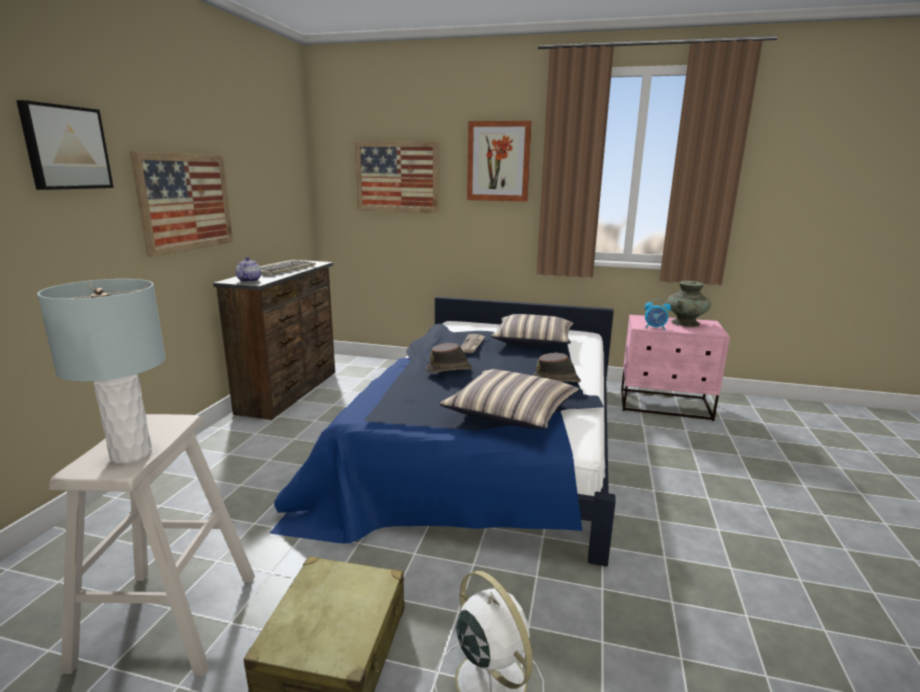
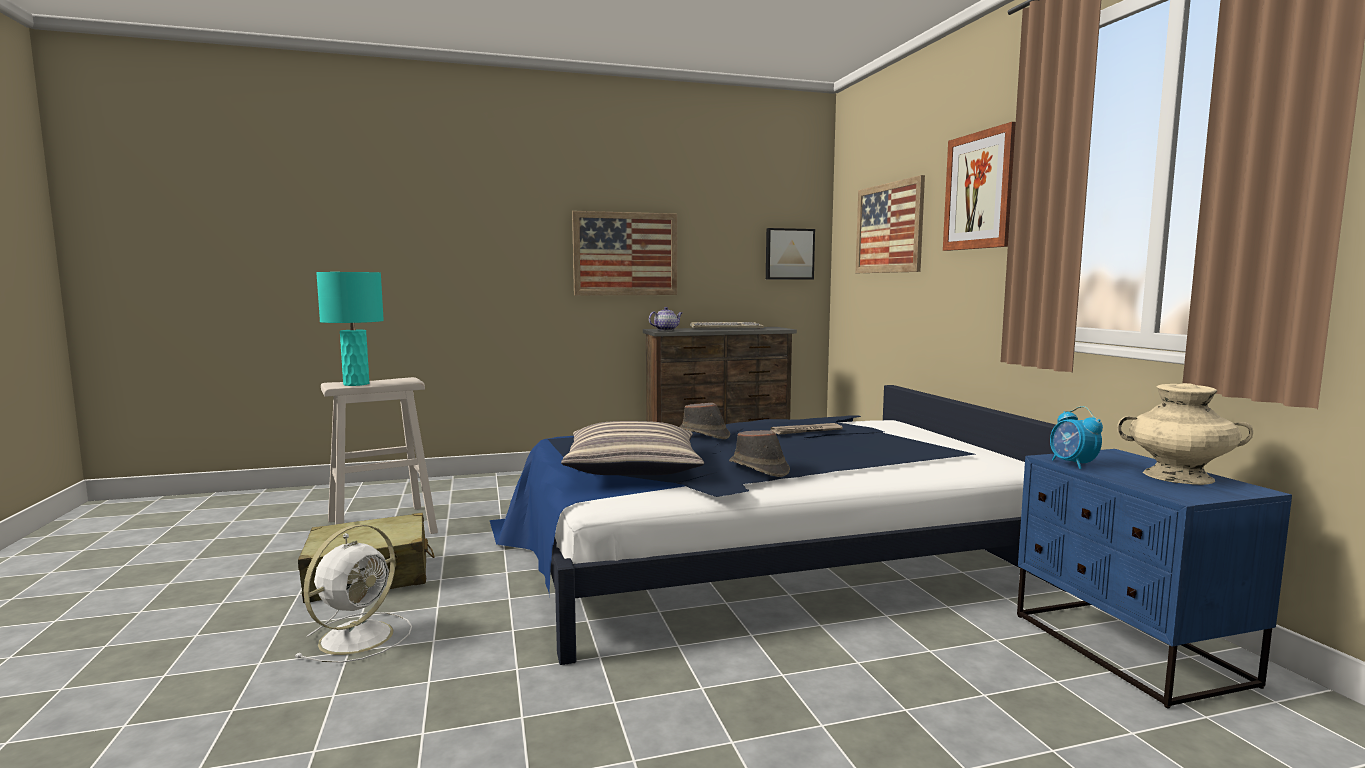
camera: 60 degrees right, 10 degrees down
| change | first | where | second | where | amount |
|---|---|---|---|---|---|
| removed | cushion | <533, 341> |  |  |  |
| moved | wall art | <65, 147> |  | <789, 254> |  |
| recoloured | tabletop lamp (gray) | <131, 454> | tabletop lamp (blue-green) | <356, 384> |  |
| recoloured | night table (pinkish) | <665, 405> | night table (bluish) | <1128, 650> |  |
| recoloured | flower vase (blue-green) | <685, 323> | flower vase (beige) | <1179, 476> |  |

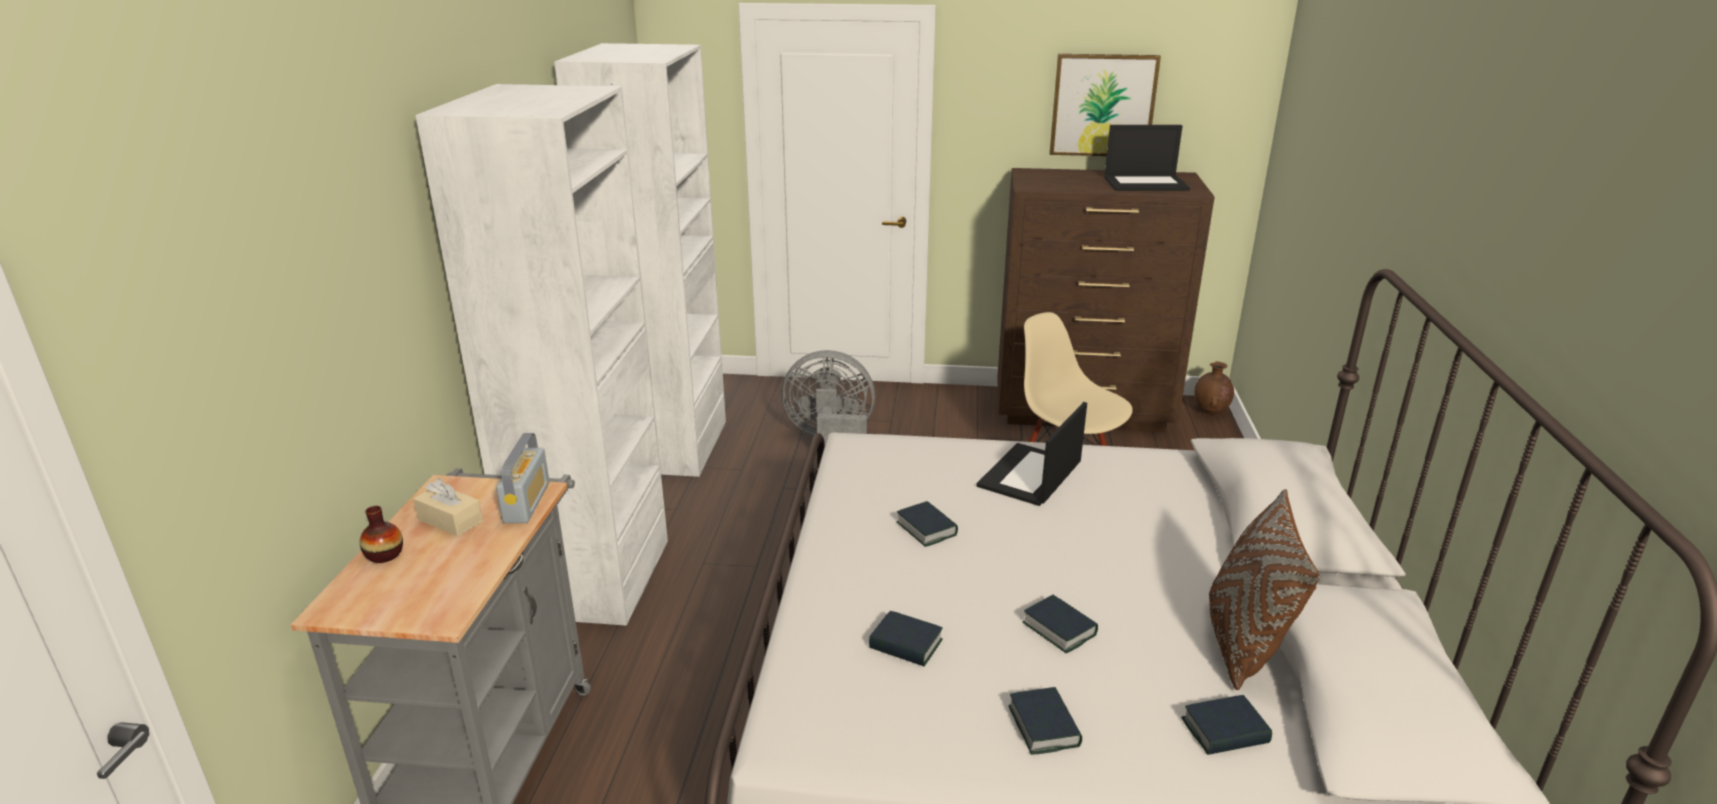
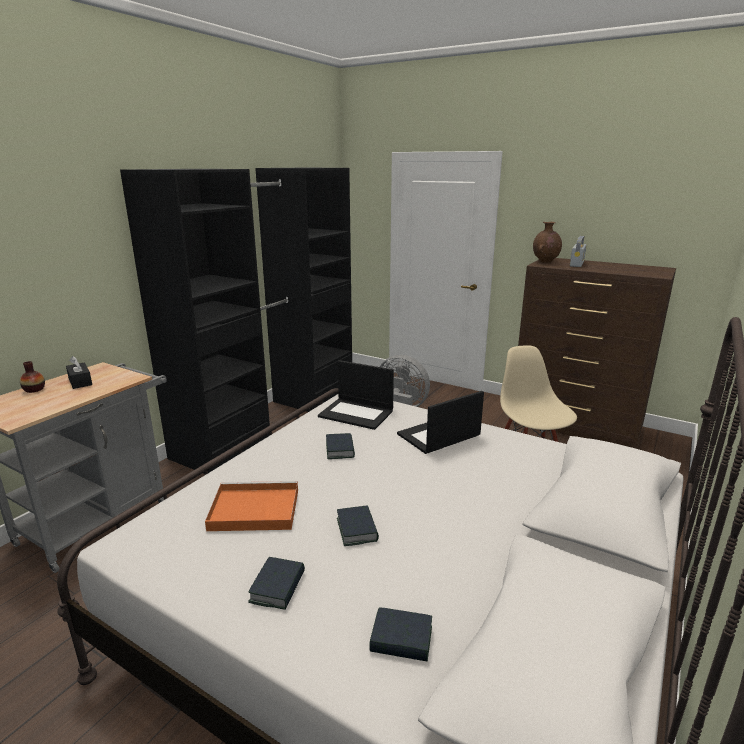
camera: 25 degrees right, 5 degrees down
| change | first | where | second | where | amount |
|---|---|---|---|---|---|
| removed | wall art | <1103, 105> |  |  |  |
| removed | cushion (brown) | <1242, 643> |  |  |  |
| moved | radio receiver | <527, 502> |  | <576, 264> |  |
| moved | laptop | <1146, 183> |  | <357, 413> |  |
| moved | flower vase (brown) | <1210, 412> |  | <545, 262> |  |
| replaced | bound book | <906, 645> | carrying tray (orangey) | <252, 510> |  |
| recoloured | tissue holder (beige) | <450, 520> | tissue holder (black) | <80, 381> |  |
| recoloured | clothes cupboard (white) | <636, 503> | clothes cupboard (black) | <272, 419> |  |

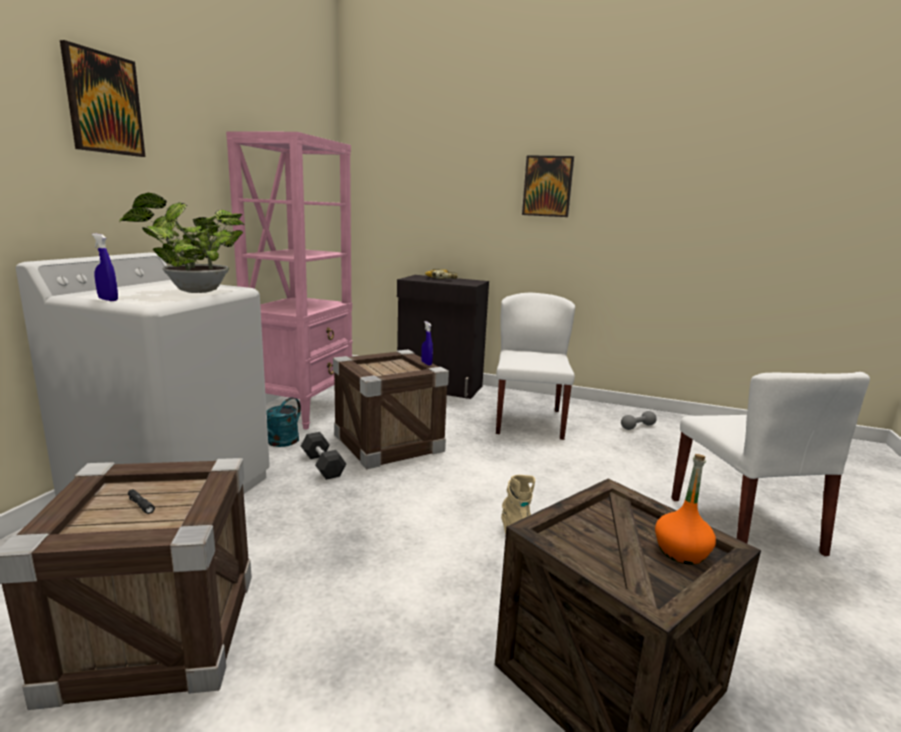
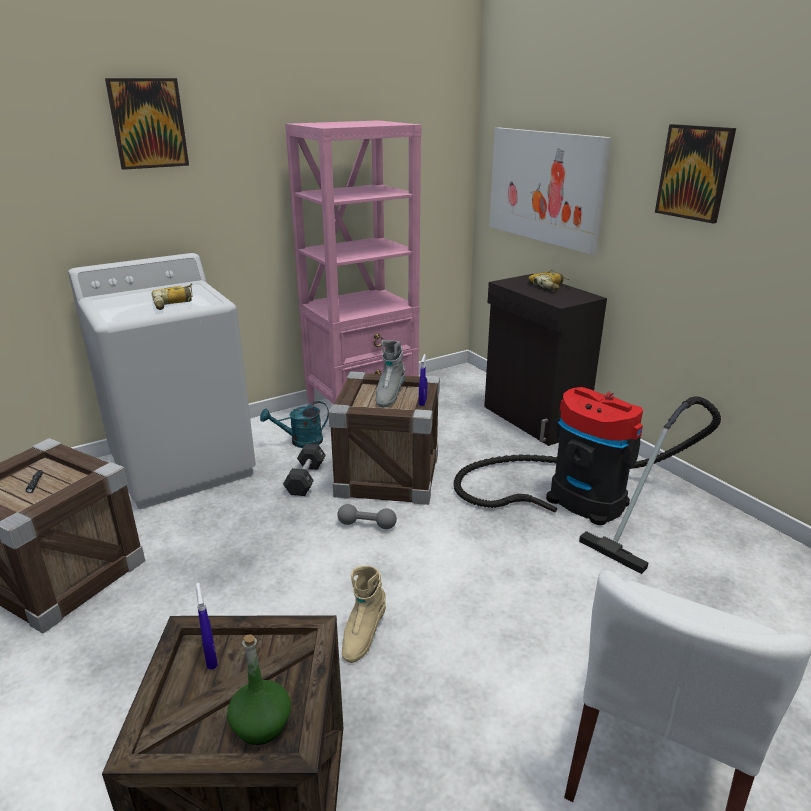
camera: 40 degrees right, 10 degrees up
| change | first | where | second | where | amount |
|---|---|---|---|---|---|
| added |  |  | boot (gray) | <389, 396> |  |
| added |  |  | wall art | <545, 187> |  |
| moved | spray bottle (bluish) | <108, 300> |  | <211, 658> |  |
| moved | free weight (gray) | <637, 427> |  | <367, 525> |  |
| replaced | potted plant | <193, 291> | electric drill | <175, 303> |  |
| replaced | chair (white) | <528, 421> | vacuum cleaner | <577, 499> |  |
| recoloured | drink bottle (orangey) | <681, 551> | drink bottle (green-coloured) | <261, 724> |  |

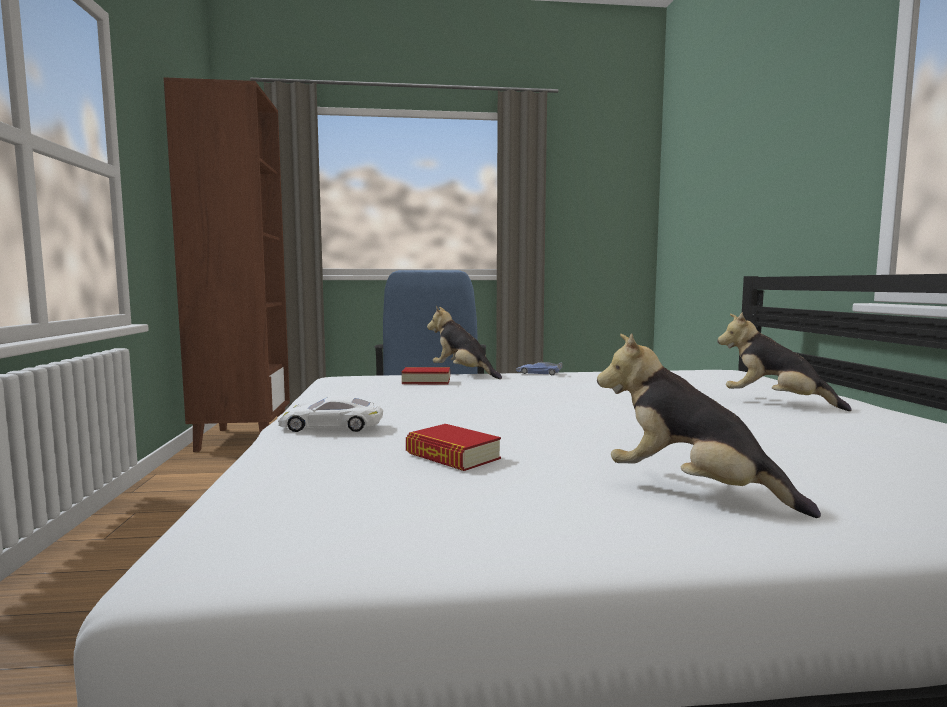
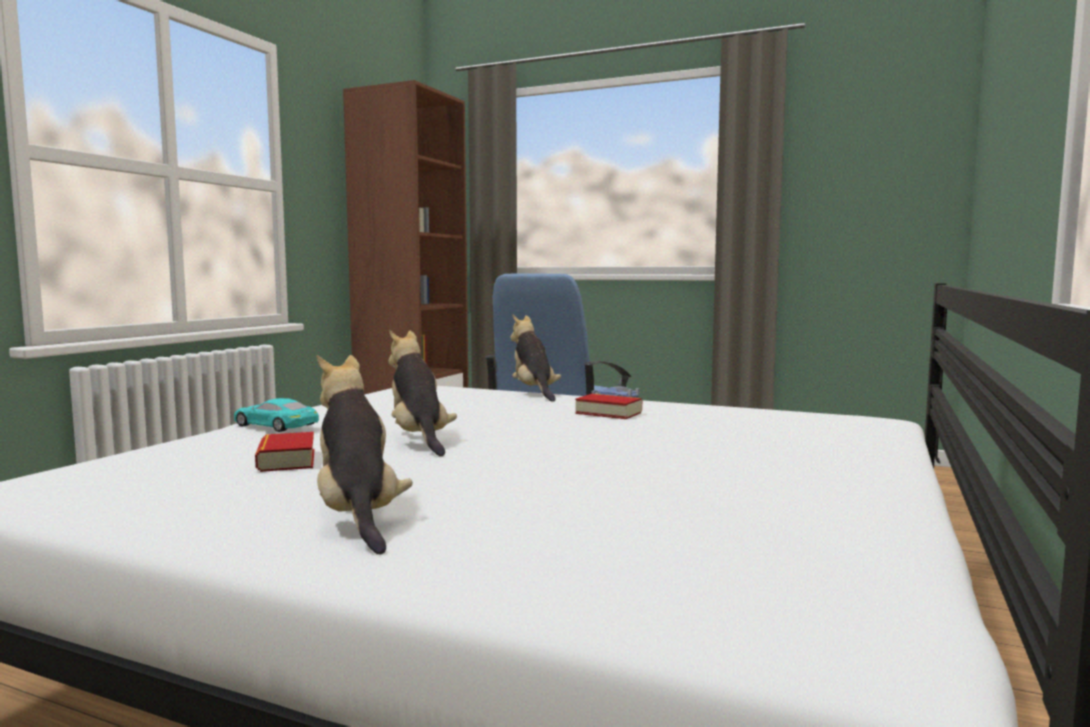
camera: 30 degrees right, 0 degrees up
| change | first | where | second | where | amount |
|---|---|---|---|---|---|
| moved | bound book | <426, 381> |  | <608, 413> |  |
| moved | cuddly toy | <775, 403> |  | <419, 439> |  |
| recoloured | model car (white) | <331, 426> | model car (blue-green) | <276, 425> |  |

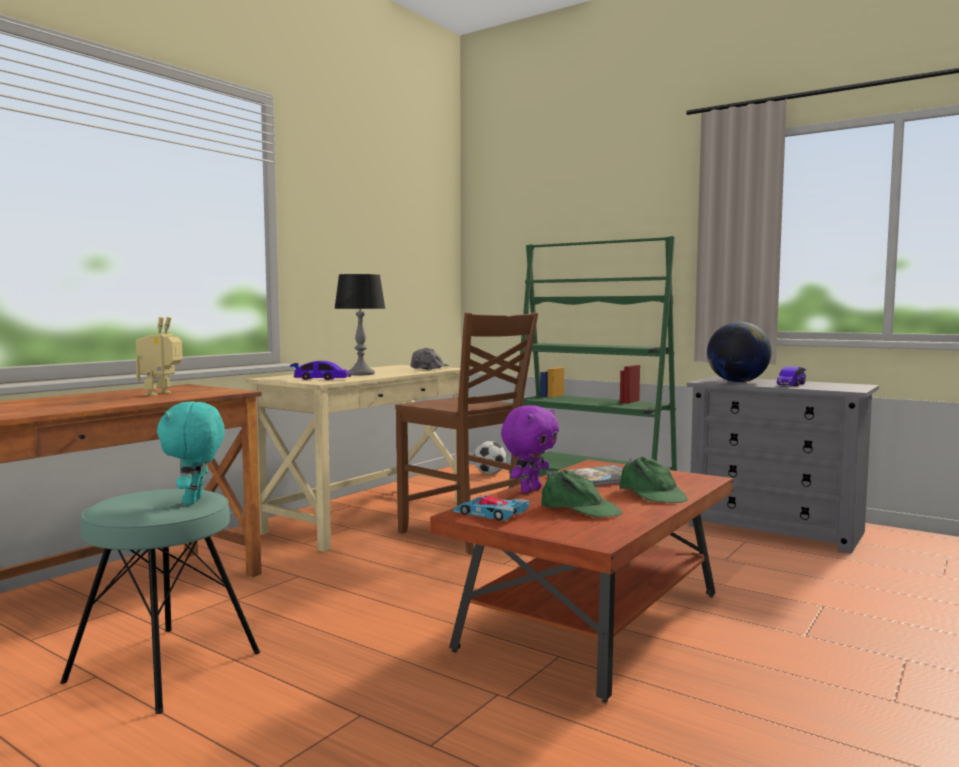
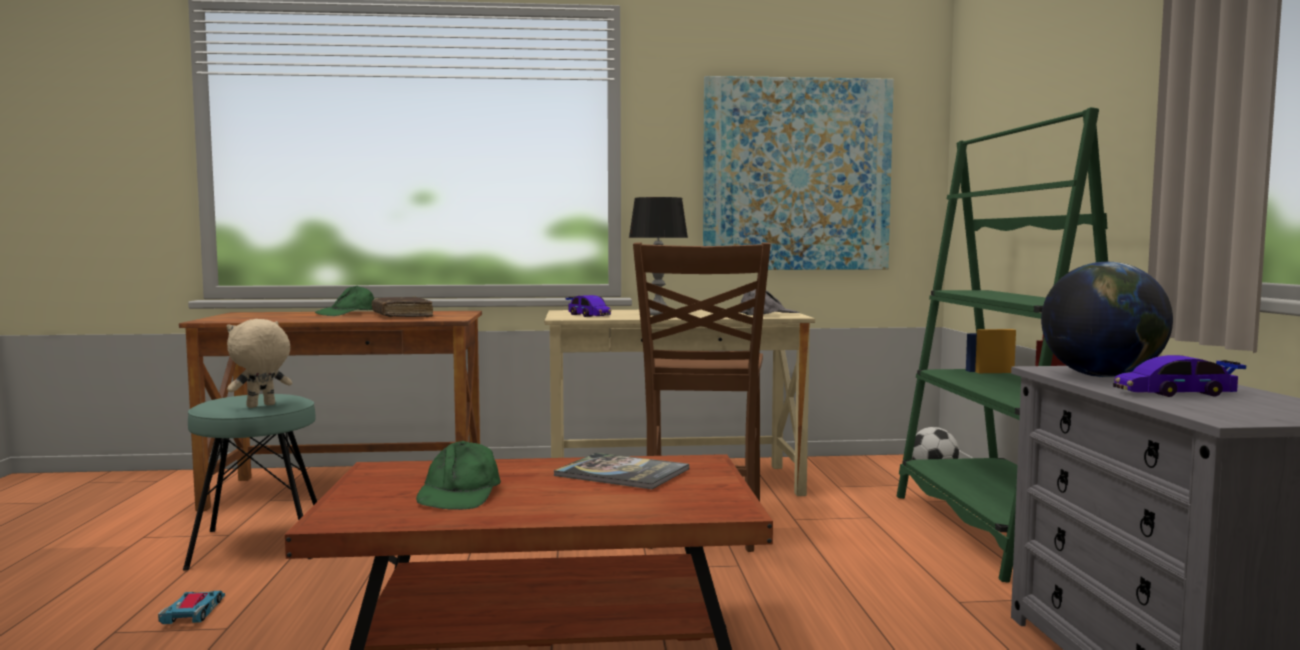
camera: 50 degrees right, 0 degrees up
| change | first | where | second | where | amount |
|---|---|---|---|---|---|
| removed | cuddly toy (purple) | <529, 490> |  |  |  |
| added |  |  | wall art | <796, 175> |  |
| moved | model car | <490, 513> |  | <193, 612> |  |
| moved | cap (green-coloured) | <651, 494> |  | <347, 313> |  |
| replaced | toy robot | <161, 394> | bound book (brown) | <402, 316> |  |
| recoloured | cuddly toy (blue-green) | <195, 501> | cuddly toy (beige) | <261, 406> |  |

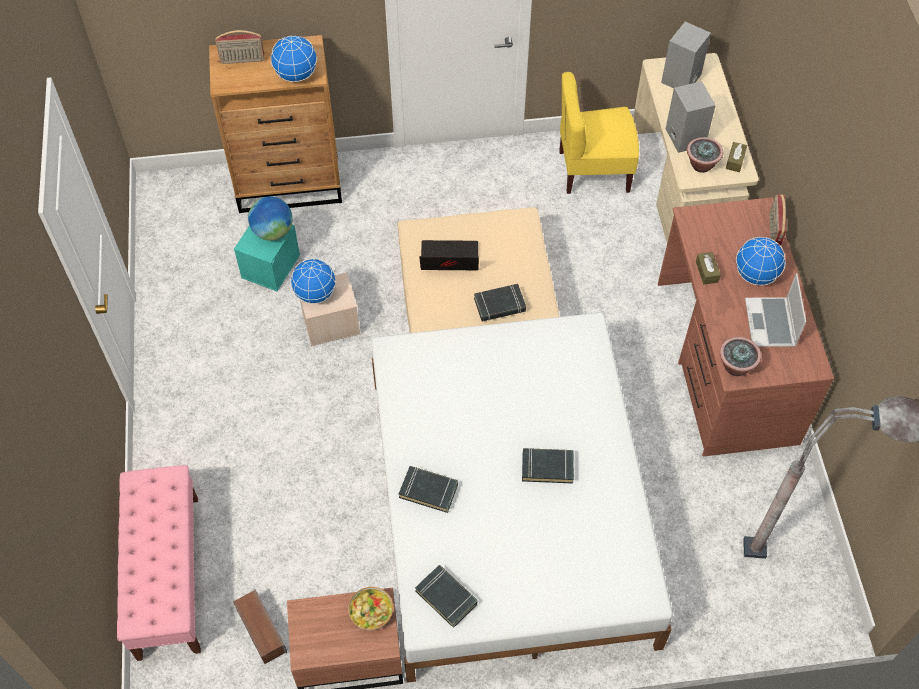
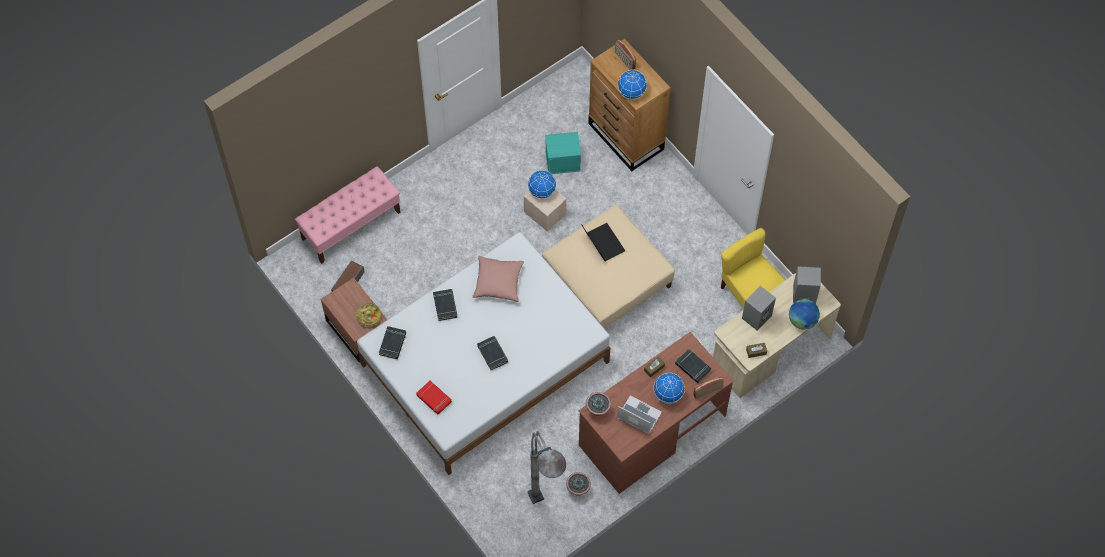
camera: 60 degrees right, 5 degrees up
| change | first | where | second | where | amount |
|---|---|---|---|---|---|
| added |  |  | bound book (red-coloured) | <433, 398> |  |
| added |  |  | cushion (pinkish) | <498, 282> |  |
| moved | desk globe | <273, 232> |  | <802, 321> |  |
| moved | bound book (black) | <499, 305> |  | <692, 367> |  |
| moved | potted plant | <701, 165> |  | <578, 488> |  |
| turned | laptop | <771, 324> |  | <638, 416> | 60 degrees clockwise |

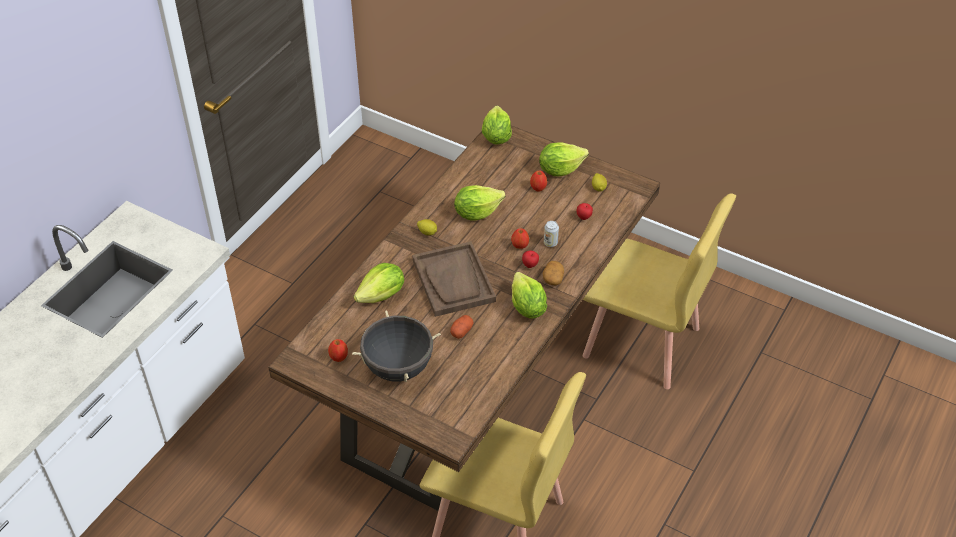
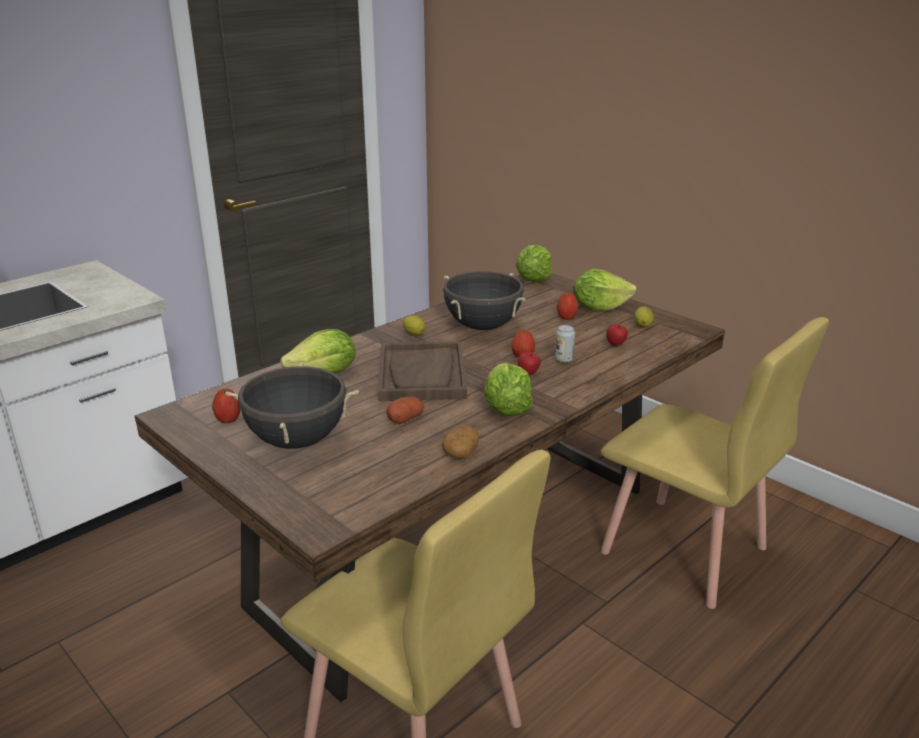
camera: 15 degrees right, 20 degrees down
| change | first | where | second | where | amount |
|---|---|---|---|---|---|
| moved | whole potato | <553, 278> |  | <460, 452> |  |
| replaced | lettuce head | <477, 212> | cooking pot (black) | <482, 326> |  |

